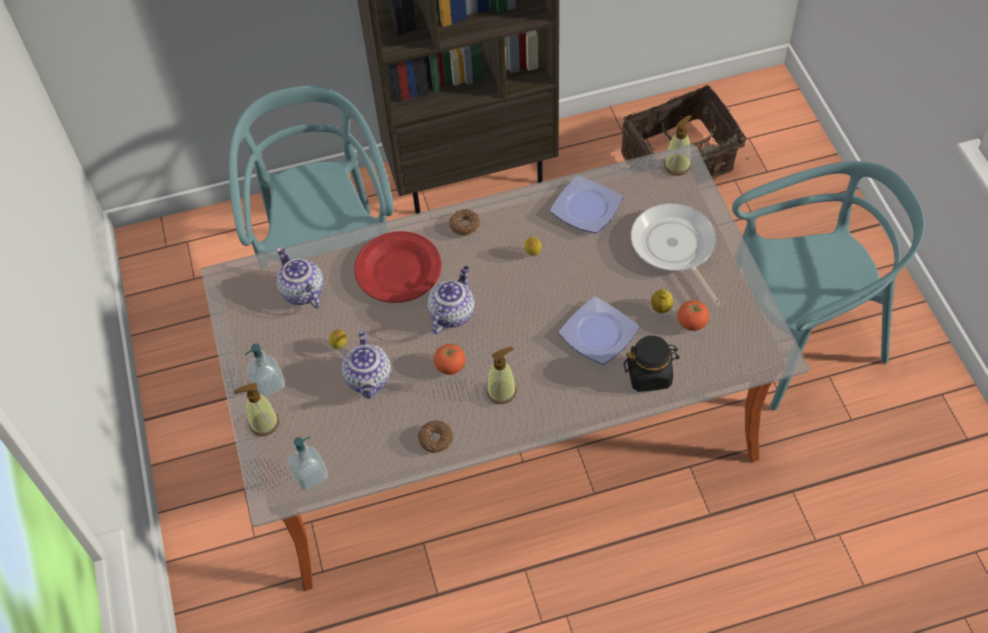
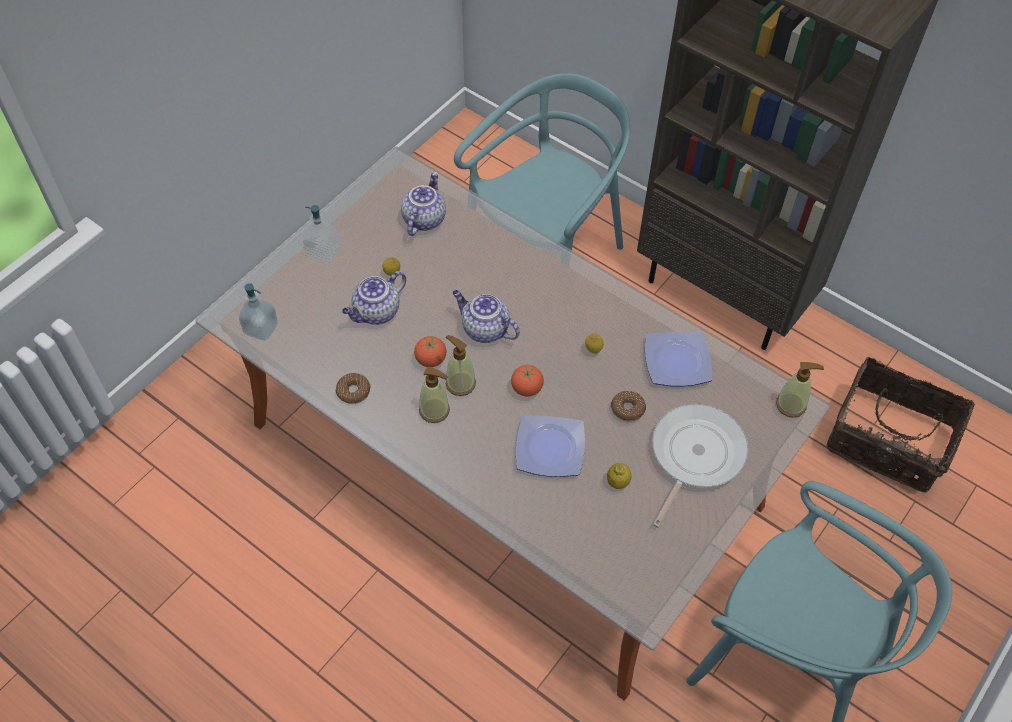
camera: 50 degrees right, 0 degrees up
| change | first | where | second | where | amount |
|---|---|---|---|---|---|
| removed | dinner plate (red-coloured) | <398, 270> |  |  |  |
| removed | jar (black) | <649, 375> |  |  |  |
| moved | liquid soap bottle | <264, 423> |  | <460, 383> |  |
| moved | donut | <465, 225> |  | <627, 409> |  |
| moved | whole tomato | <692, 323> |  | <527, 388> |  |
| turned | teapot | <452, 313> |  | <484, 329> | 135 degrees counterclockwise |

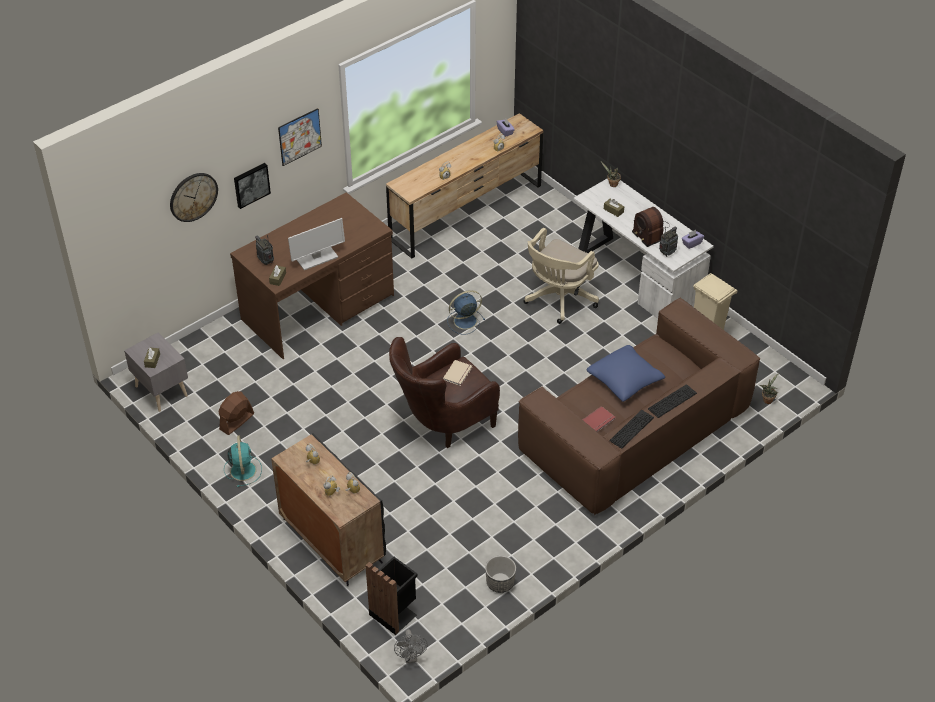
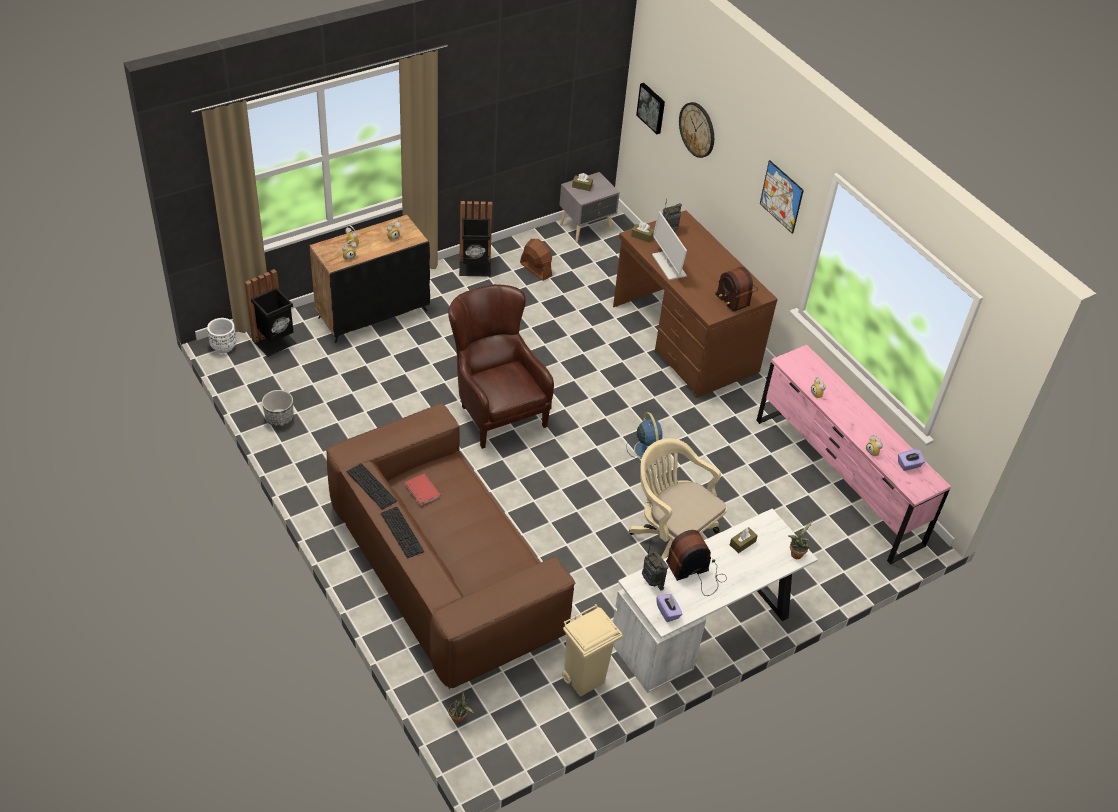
camera: 95 degrees right, 0 degrees up
| change | first | where | second | where | amount |
|---|---|---|---|---|---|
| removed | bound book (beige) | <458, 374> |  |  |  |
| removed | cushion (bluish) | <624, 380> |  |  |  |
| added |  |  | radio receiver | <735, 295> |  |
| moved | wall art | <251, 184> |  | <652, 108> |  |
| replaced | fan (blue-green) | <243, 469> | waste bin (black) | <475, 268> |  |
| replaced | fan (gray) | <411, 657> | planter (white) | <224, 347> |  |
| recoloured | drawer chest (brown) | <466, 212> | drawer chest (pinkish) | <837, 481> |  |

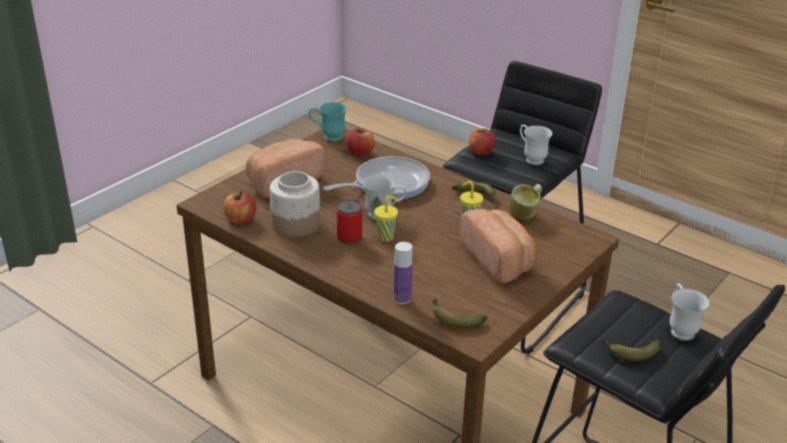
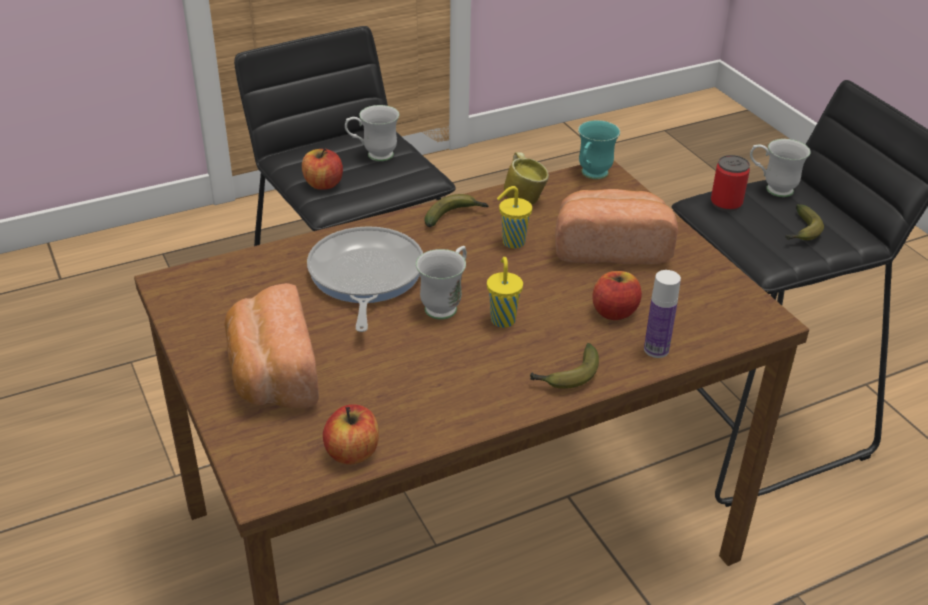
camera: 65 degrees left, 5 degrees up
| change | first | where | second | where | amount |
|---|---|---|---|---|---|
| removed | jar | <295, 224> |  |  |  |
| moved | mug (blue-green) | <328, 137> |  | <591, 176> |  |
| moved | metal can | <349, 238> |  | <726, 204> |  |
| moved | apple fruit | <360, 153> |  | <614, 312> |  |
| moved | banana fruit | <454, 319> |  | <567, 376> |  |

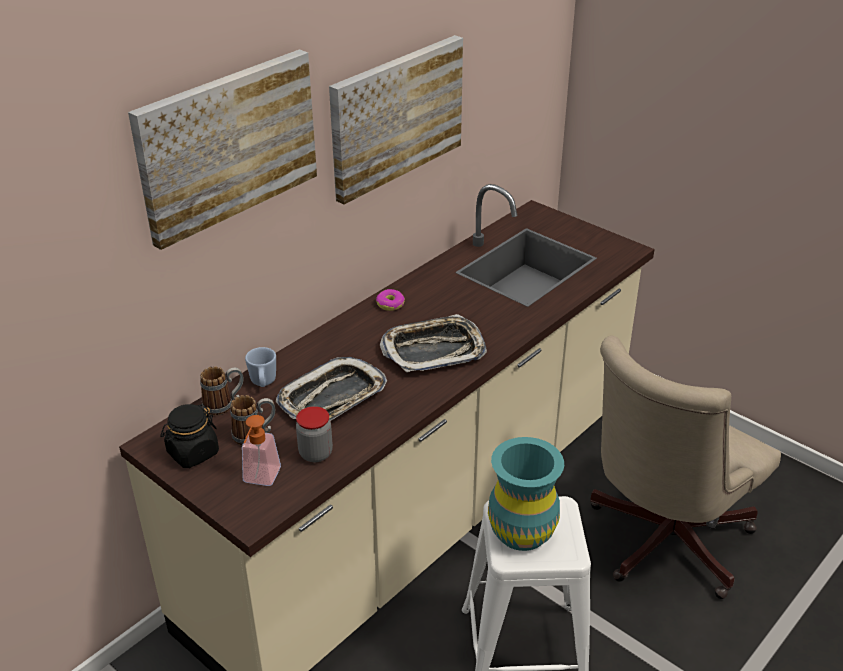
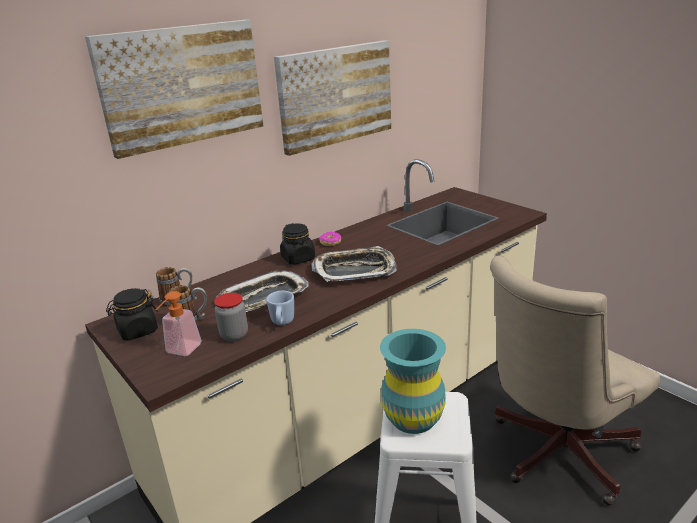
camera: 10 degrees right, 10 degrees down
| change | first | where | second | where | amount |
|---|---|---|---|---|---|
| added |  |  | jar (black) | <298, 259> |  |
| moved | mug (bluish) | <263, 383> |  | <282, 323> |  |

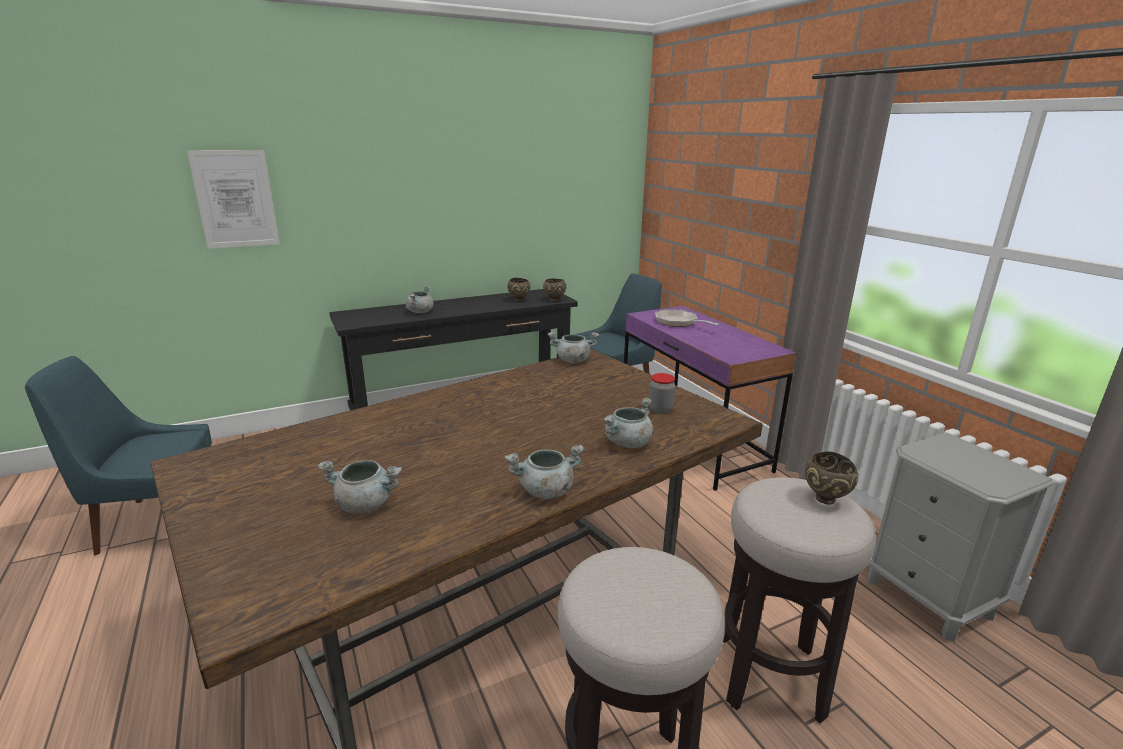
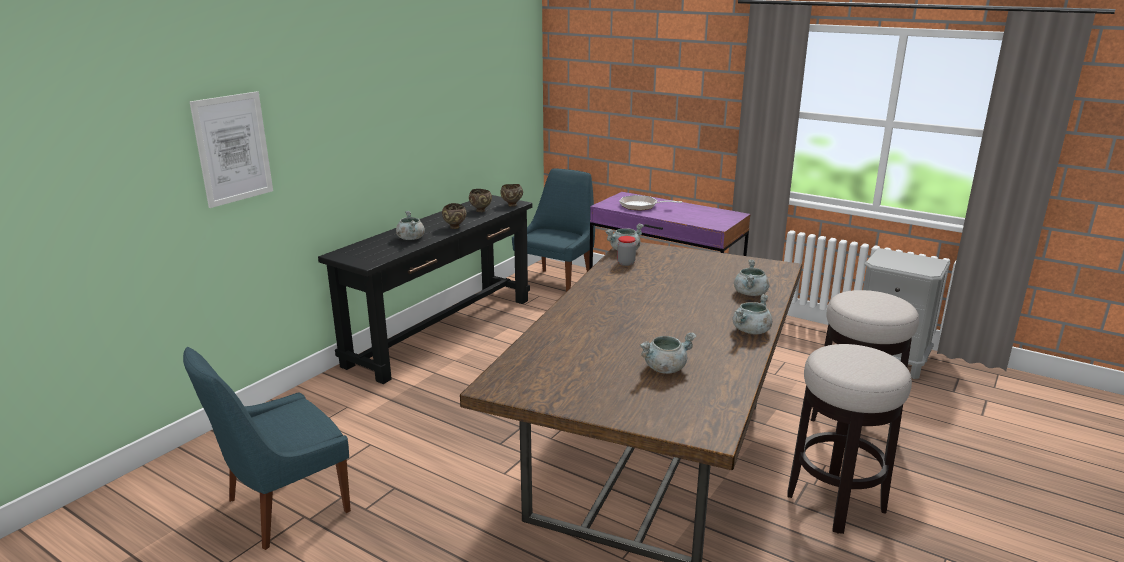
camera: 30 degrees left, 0 degrees up
| change | first | where | second | where | amount |
|---|---|---|---|---|---|
| moved | jar | <660, 409> |  | <626, 263> |  |
| moved | serving bowl (brown) | <825, 500> |  | <455, 227> |  |

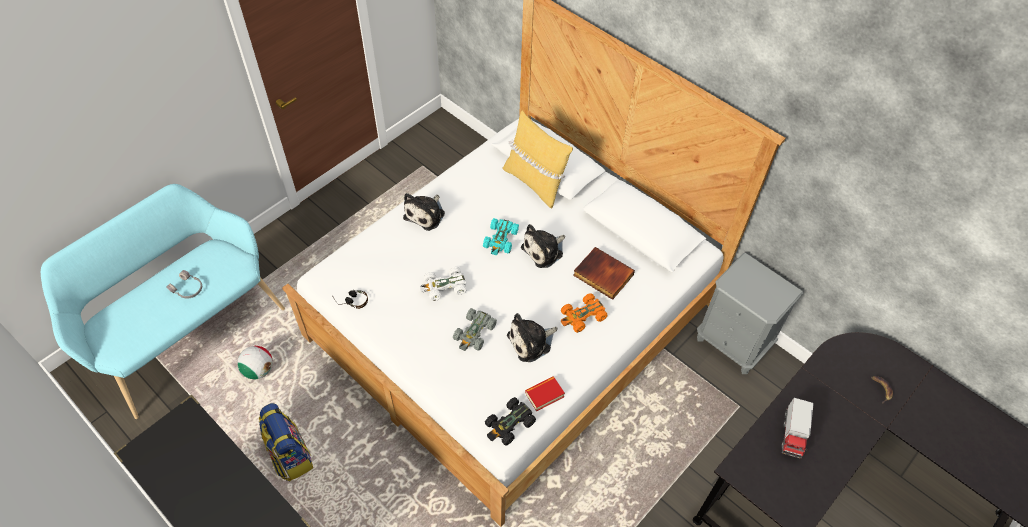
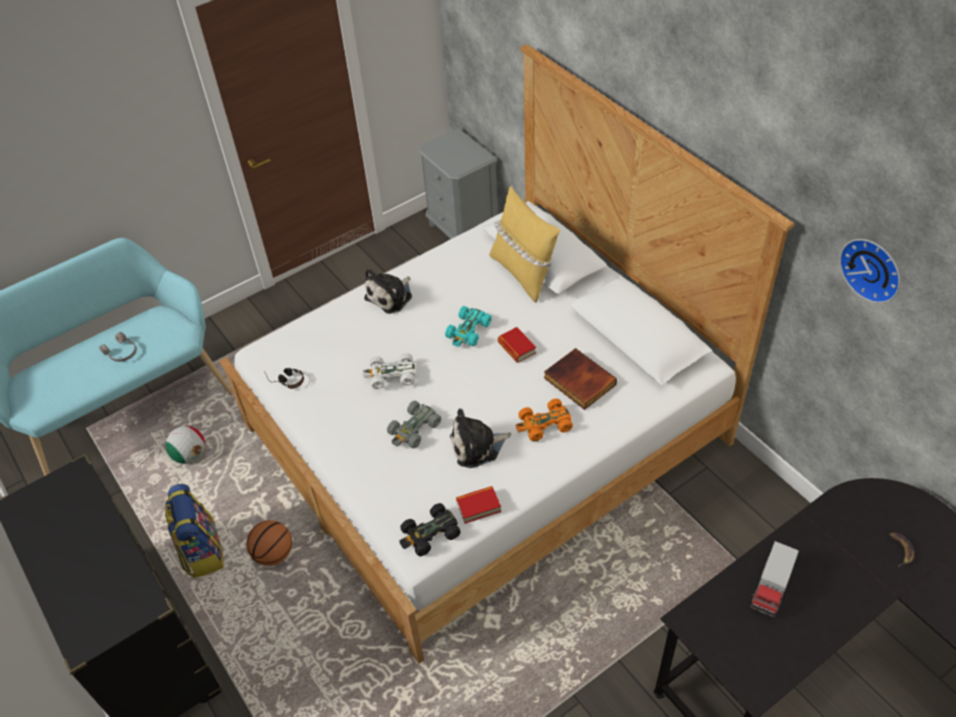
camera: 15 degrees right, 5 degrees down
| change | first | where | second | where | amount |
|---|---|---|---|---|---|
| added |  |  | basketball ball | <274, 554> |  |
| added |  |  | clock on the wall | <873, 268> |  |
| moved | night table (gray) | <733, 343> |  | <462, 230> |  |
| replaced | cuddly toy | <544, 250> | bound book | <516, 348> |  |

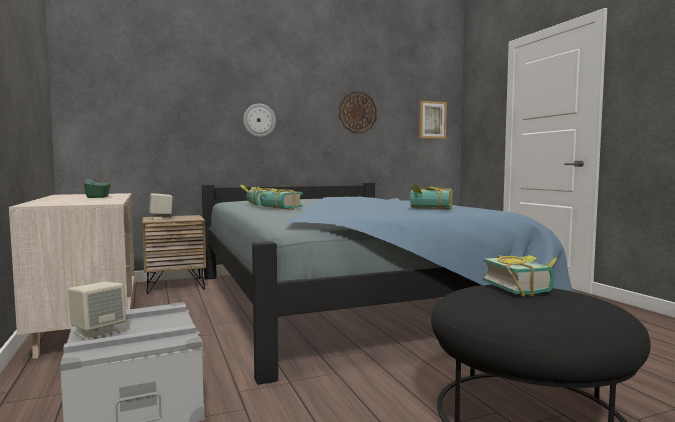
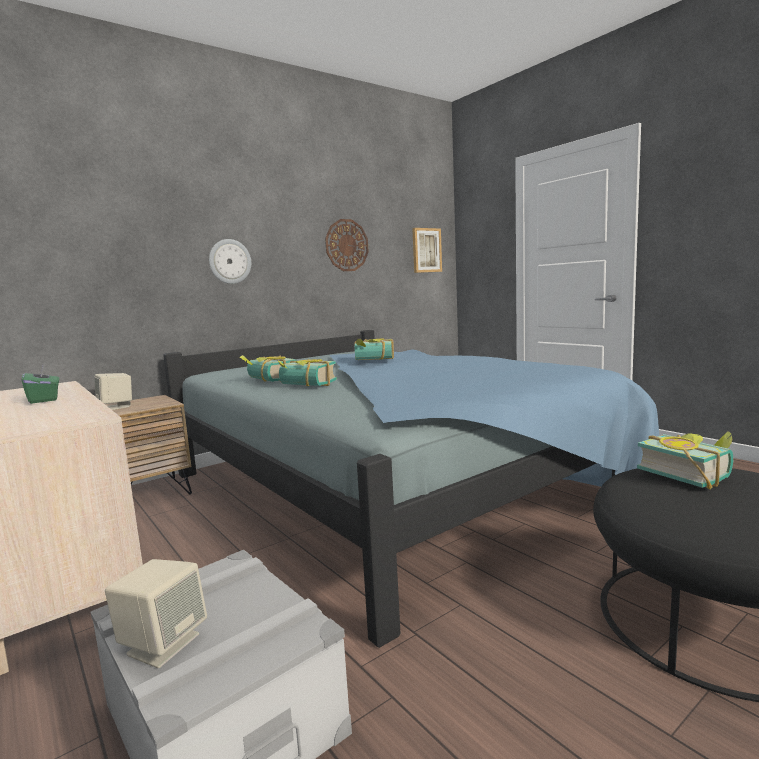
camera: 15 degrees left, 5 degrees up
| change | first | where | second | where | amount |
|---|---|---|---|---|---|
| moved | bound book | <430, 209> |  | <374, 360> |  |

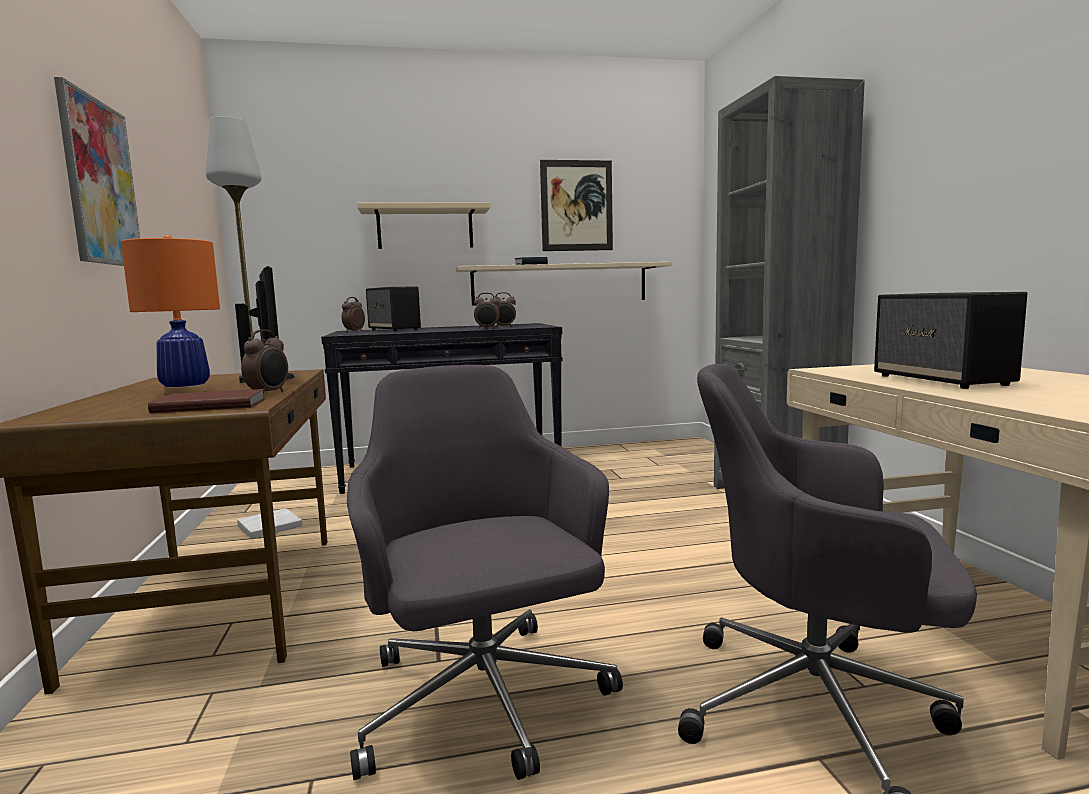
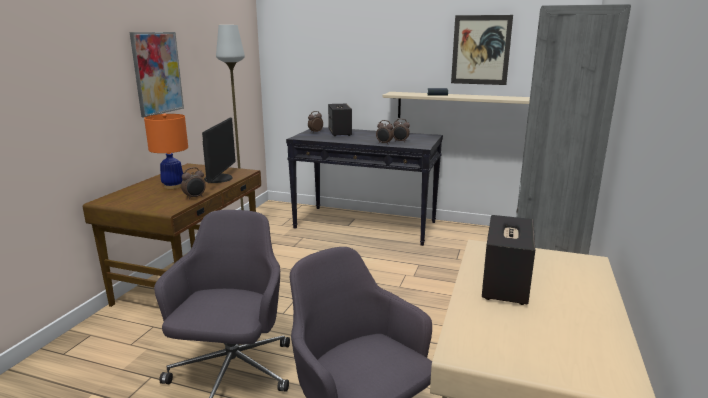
camera: 30 degrees right, 10 degrees up
| change | first | where | second | where | amount |
|---|---|---|---|---|---|
| removed | bound book (brown) | <210, 405> |  |  |  |
| removed | shelf (beige) | <425, 228> |  |  |  |

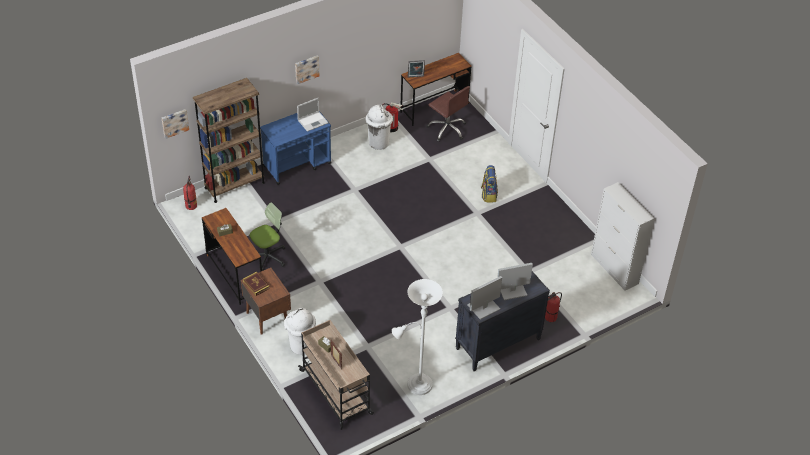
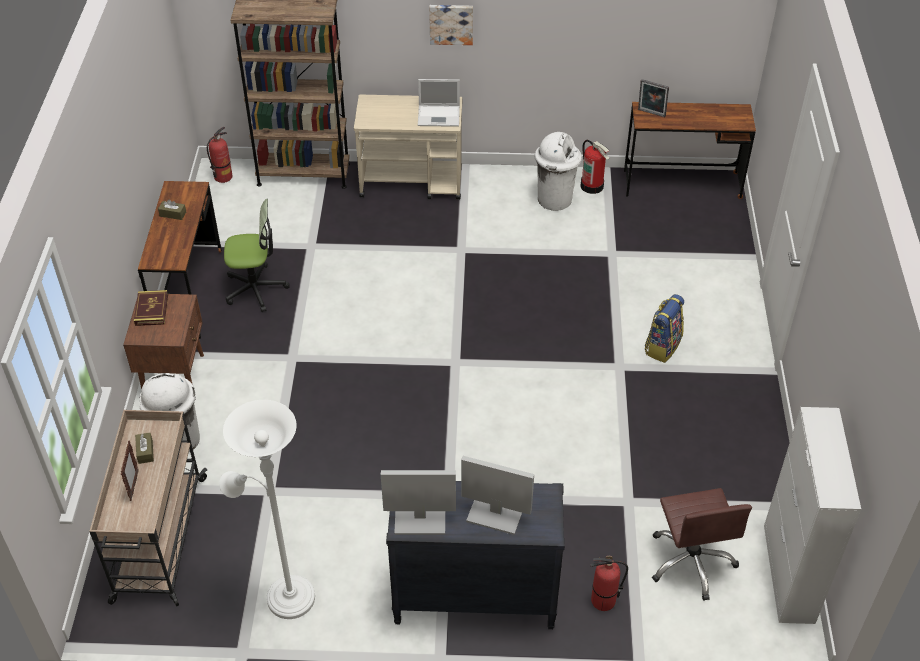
camera: 35 degrees right, 0 degrees up
| change | first | where | second | where | amount |
|---|---|---|---|---|---|
| removed | wall art | <174, 123> |  |  |  |
| moved | computer chair (brown) | <447, 129> |  | <691, 561> |  |
| recoloured | trolley (bluish) | <297, 165> | trolley (beige) | <412, 182> |  |

